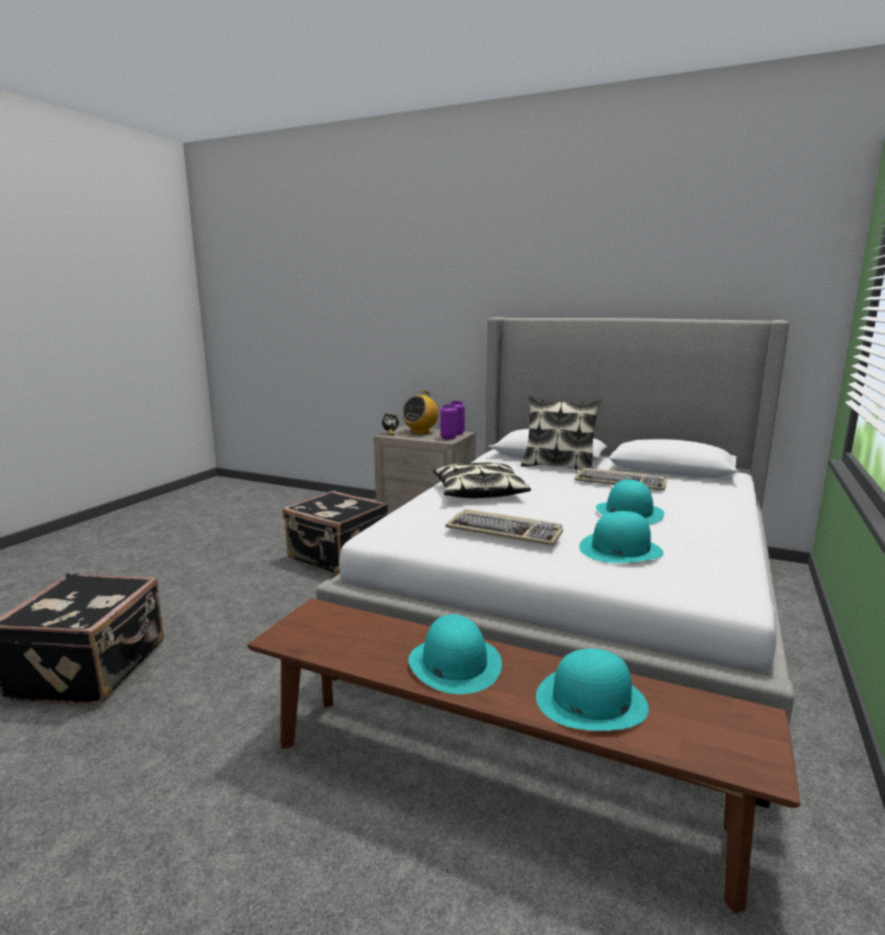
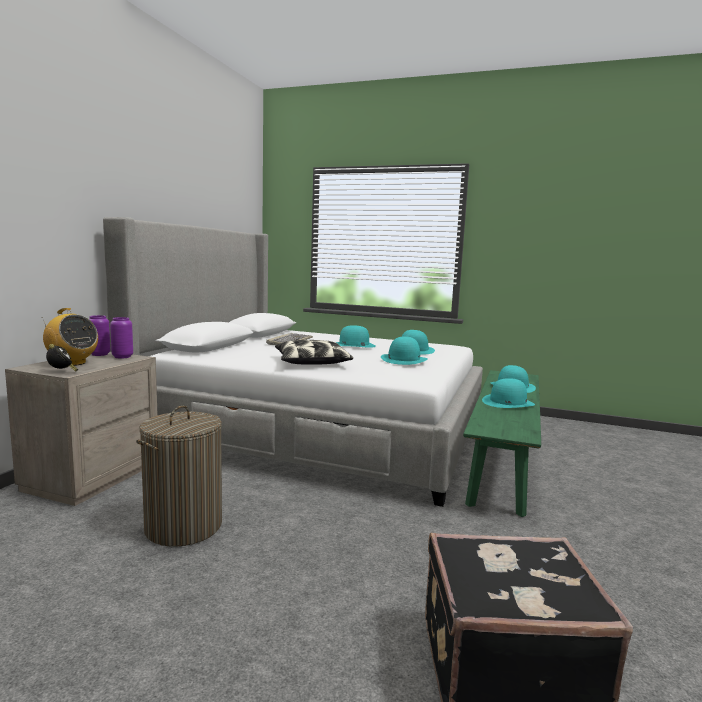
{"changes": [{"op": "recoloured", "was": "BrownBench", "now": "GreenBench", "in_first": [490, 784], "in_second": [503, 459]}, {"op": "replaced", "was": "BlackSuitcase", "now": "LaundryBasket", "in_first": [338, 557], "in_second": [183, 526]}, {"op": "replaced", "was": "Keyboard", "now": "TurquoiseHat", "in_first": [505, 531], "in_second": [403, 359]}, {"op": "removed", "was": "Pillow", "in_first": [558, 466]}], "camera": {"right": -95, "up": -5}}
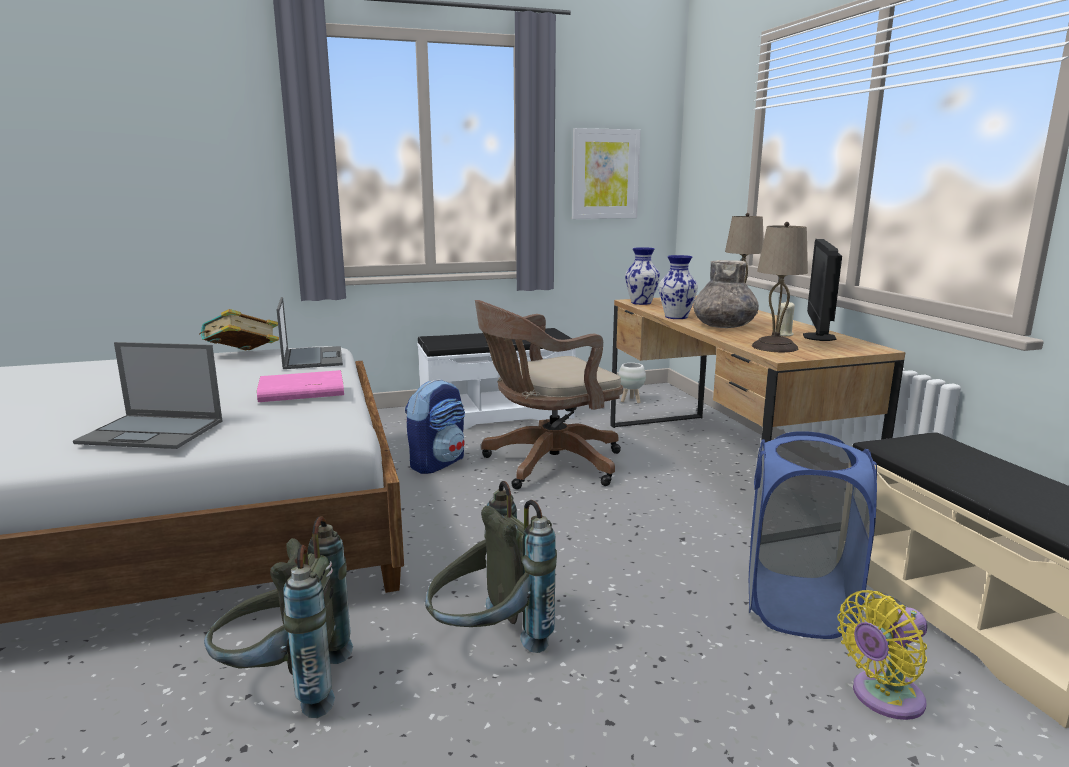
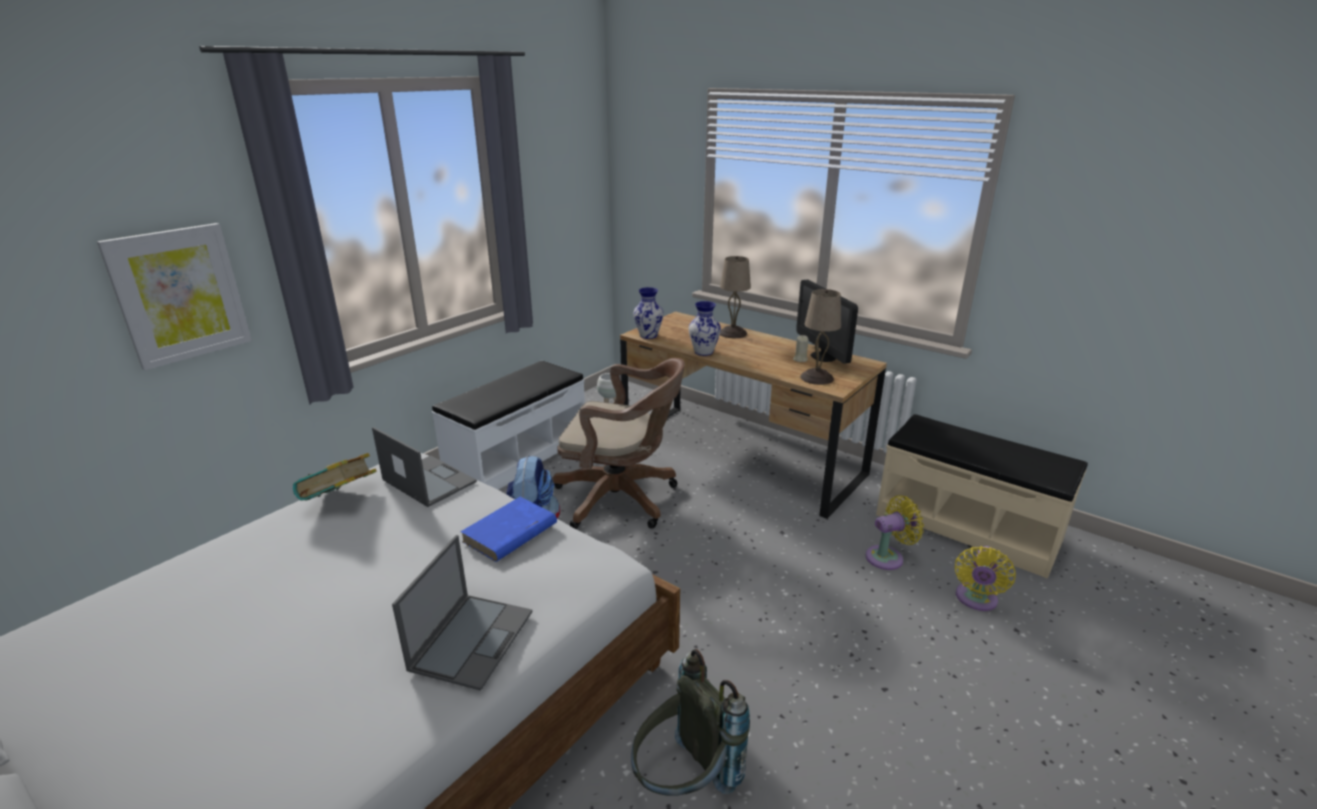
{"changes": [{"op": "turned", "was": "Laptop", "in_first": [153, 432], "in_second": [472, 639], "clockwise": -45}, {"op": "recoloured", "was": "PinkBook", "now": "BlueBook", "in_first": [301, 392], "in_second": [509, 533]}, {"op": "removed", "was": "GreyBackpack", "in_first": [489, 643]}, {"op": "turned", "was": "BrownOfficeChair", "in_first": [546, 465], "in_second": [622, 499], "clockwise": -105}, {"op": "moved", "was": "Picture", "in_first": [605, 174], "in_second": [180, 295]}, {"op": "removed", "was": "GreyVase", "in_first": [724, 326]}, {"op": "replaced", "was": "BlueLaundryBasket", "now": "YellowFan", "in_first": [797, 605], "in_second": [888, 557]}], "camera": {"right": -35, "up": 10}}
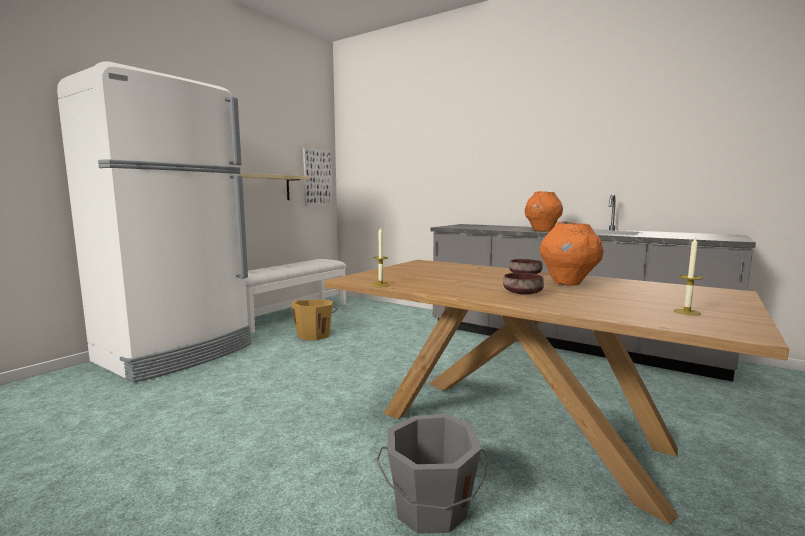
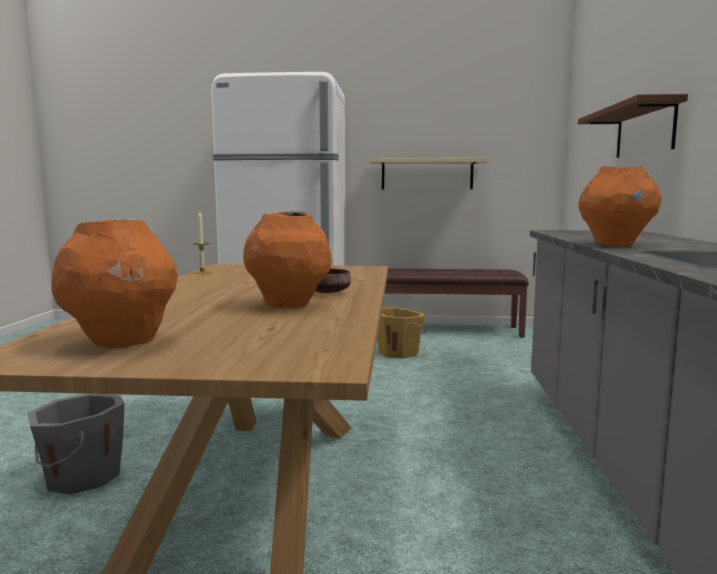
{"changes": [{"op": "recoloured", "was": "WhiteBench", "now": "BrownBench", "in_first": [291, 314], "in_second": [443, 330]}, {"op": "removed", "was": "Picture", "in_first": [317, 177]}, {"op": "removed", "was": "BrownBowl", "in_first": [523, 294]}, {"op": "replaced", "was": "Candle", "now": "OrangeVase", "in_first": [687, 312], "in_second": [121, 343]}, {"op": "added", "now": "BrownShelf", "in_second": [644, 131]}], "camera": {"right": 60, "up": 0}}
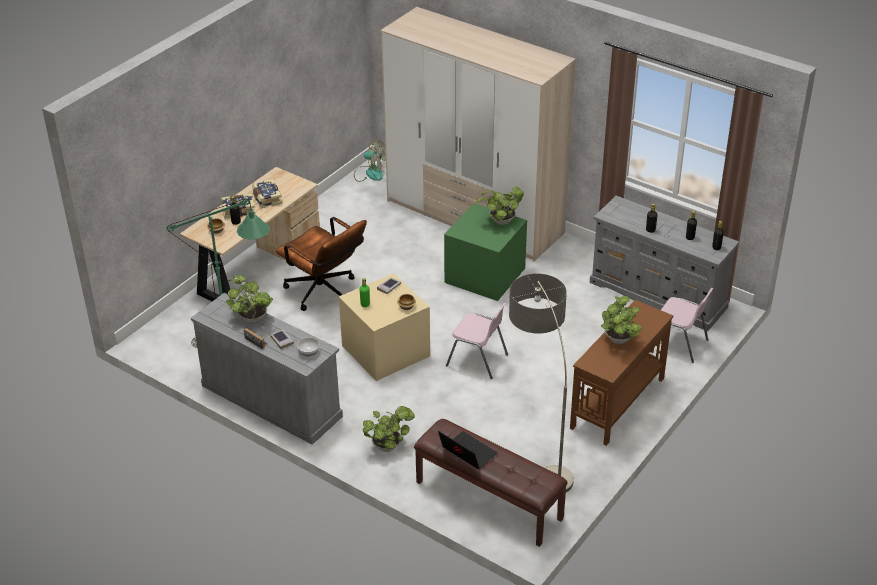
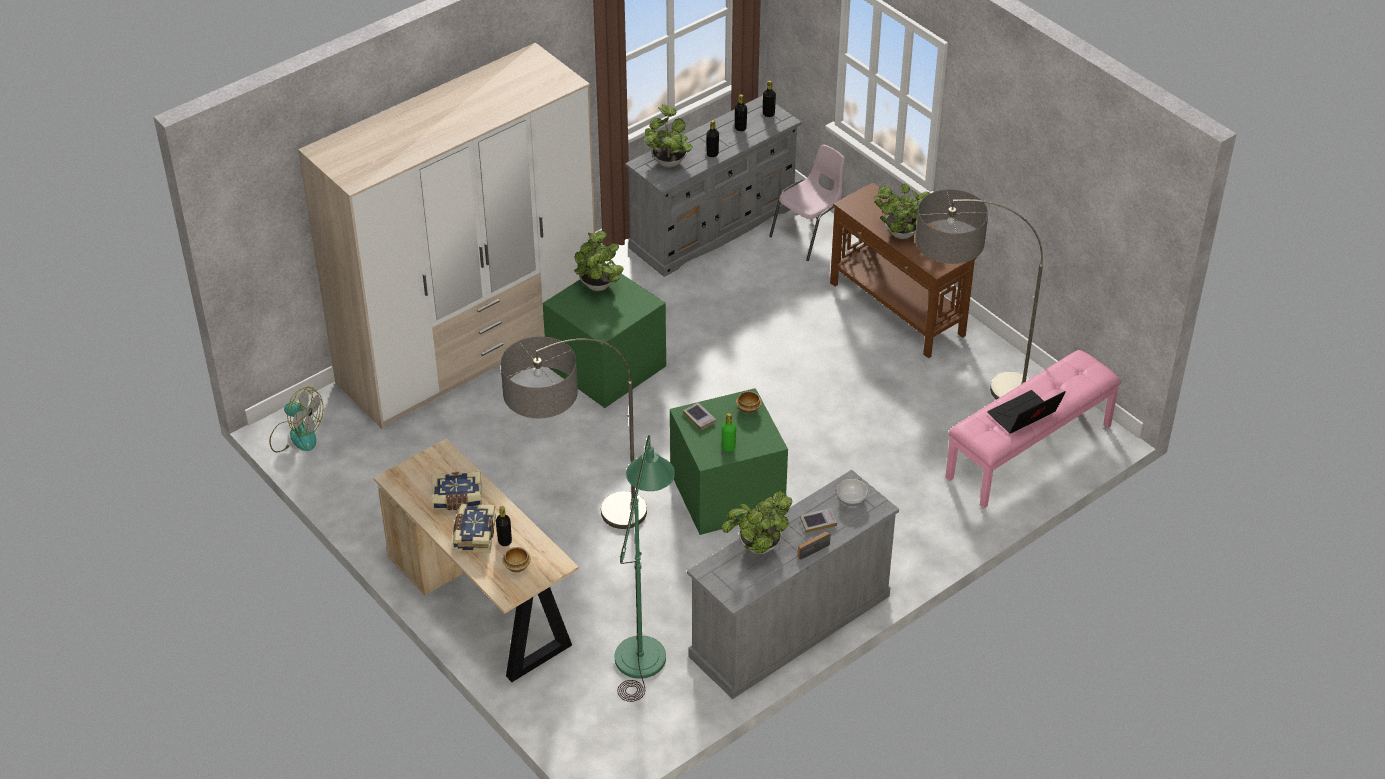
{"changes": [{"op": "replaced", "was": "BrownOfficeChair", "now": "FloorLamp", "in_first": [325, 293], "in_second": [575, 534]}, {"op": "recoloured", "was": "BeigeStorageBox", "now": "GreenStorageBox", "in_first": [387, 351], "in_second": [728, 491]}, {"op": "turned", "was": "Fan", "in_first": [370, 173], "in_second": [296, 435], "clockwise": 75}, {"op": "moved", "was": "PottedPlant", "in_first": [389, 445], "in_second": [668, 160]}, {"op": "recoloured", "was": "BrownBench", "now": "PinkBench", "in_first": [488, 500], "in_second": [1029, 452]}, {"op": "removed", "was": "PinkChair", "in_first": [478, 360]}], "camera": {"right": -75, "up": 5}}
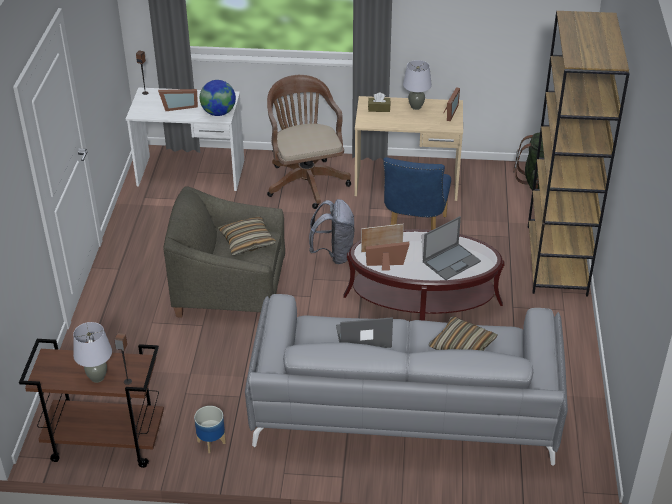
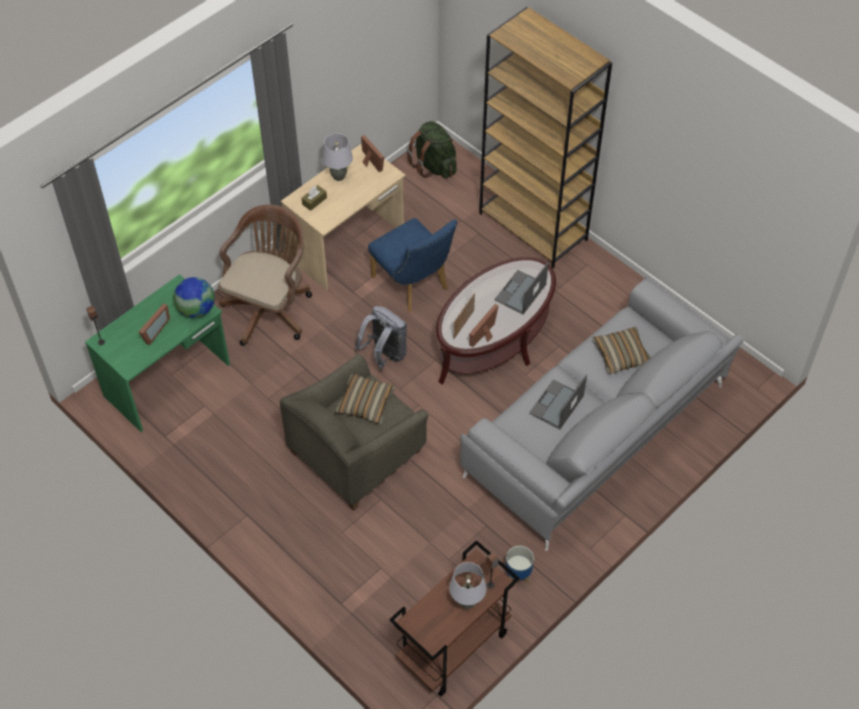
{"changes": [{"op": "recoloured", "was": "WhiteDesk", "now": "GreenDesk", "in_first": [191, 174], "in_second": [168, 381]}, {"op": "turned", "was": "BrownOfficeChair", "in_first": [305, 181], "in_second": [270, 308], "clockwise": 90}, {"op": "turned", "was": "Laptop", "in_first": [452, 261], "in_second": [520, 293], "clockwise": -150}], "camera": {"right": -50, "up": 15}}
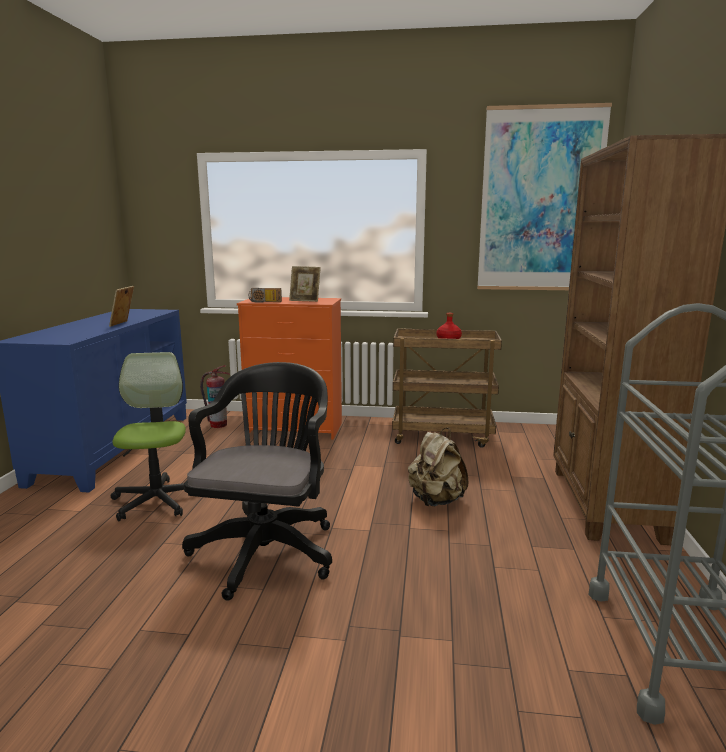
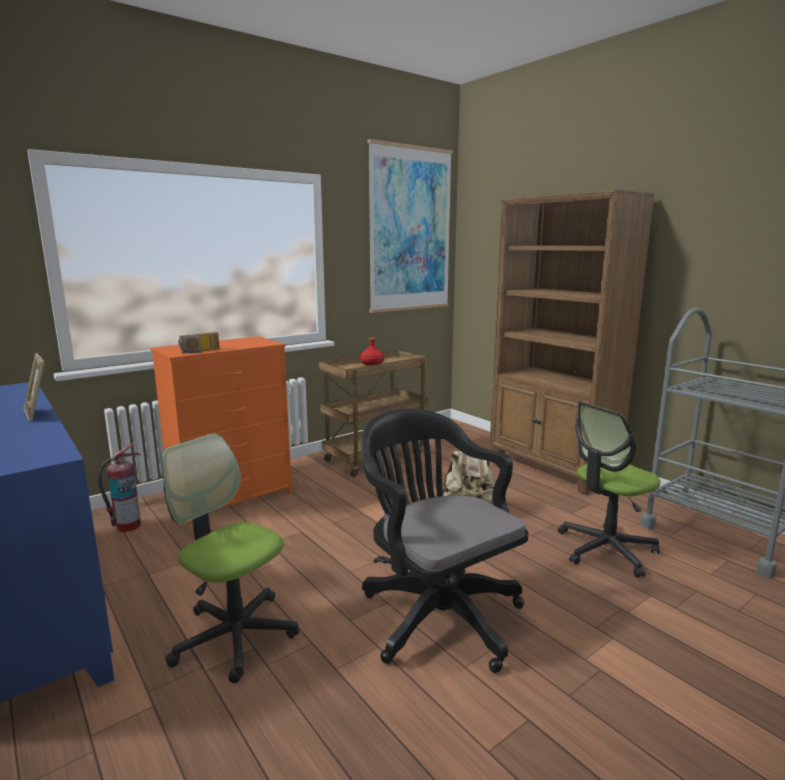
{"changes": [{"op": "removed", "was": "PictureFrame", "in_first": [305, 300]}, {"op": "added", "now": "OfficeChair", "in_second": [606, 549]}], "camera": {"right": -45, "up": 0}}
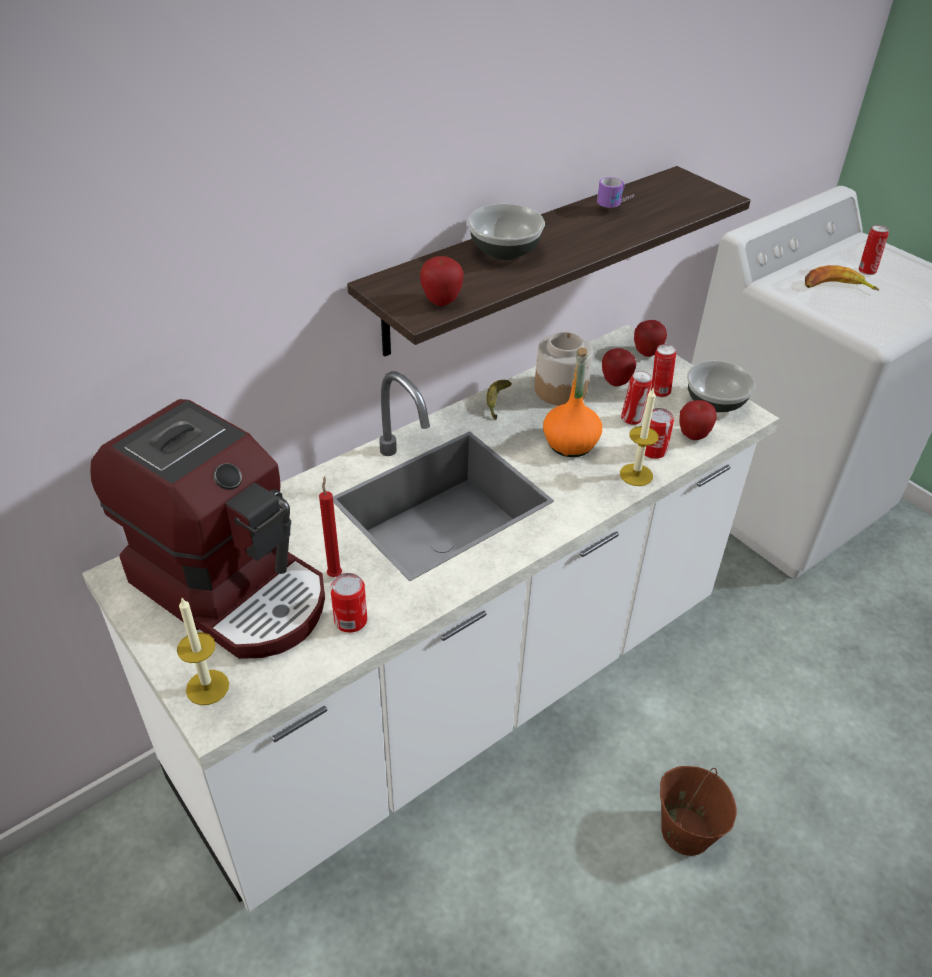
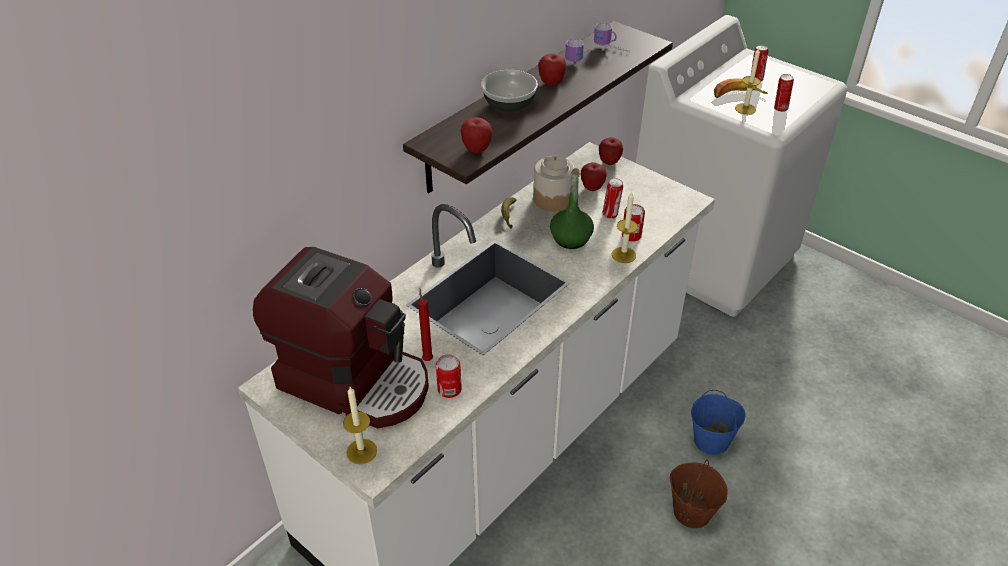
{"changes": [{"op": "recoloured", "was": "OrangeBottle", "now": "GreenBottle", "in_first": [570, 444], "in_second": [571, 239]}, {"op": "moved", "was": "Can", "in_first": [659, 392], "in_second": [780, 109]}, {"op": "moved", "was": "Apple", "in_first": [693, 435], "in_second": [551, 83]}, {"op": "removed", "was": "Bowl", "in_first": [715, 403]}, {"op": "added", "now": "Mug", "in_second": [611, 49]}, {"op": "added", "now": "BlueBucket", "in_second": [711, 440]}, {"op": "added", "now": "Candle", "in_second": [745, 109]}], "camera": {"right": -10, "up": 0}}
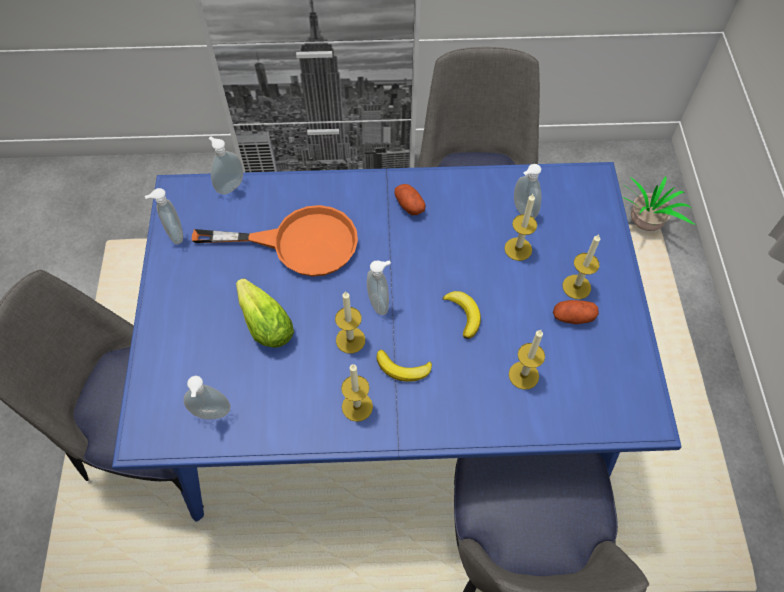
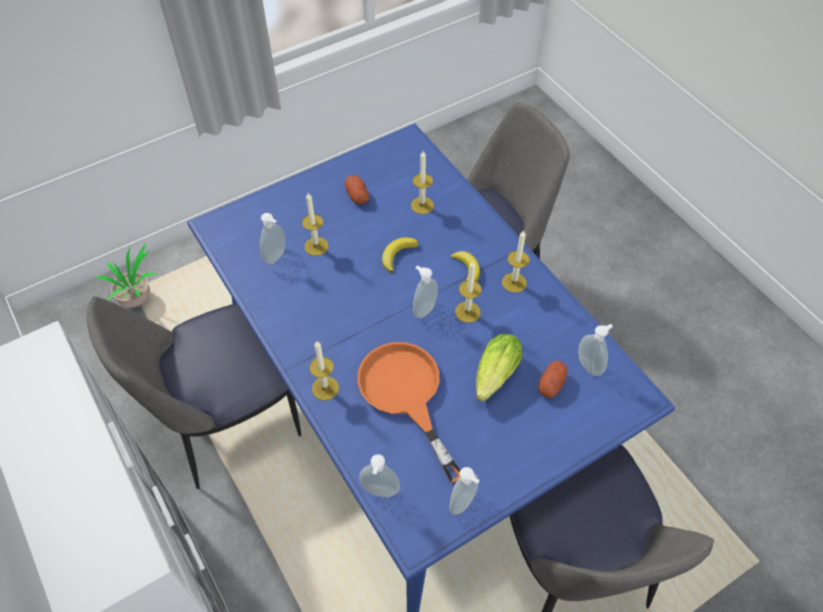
{"changes": [{"op": "moved", "was": "Potato", "in_first": [409, 205], "in_second": [551, 384]}, {"op": "moved", "was": "Candle", "in_first": [576, 287], "in_second": [325, 388]}], "camera": {"right": -120, "up": -5}}
